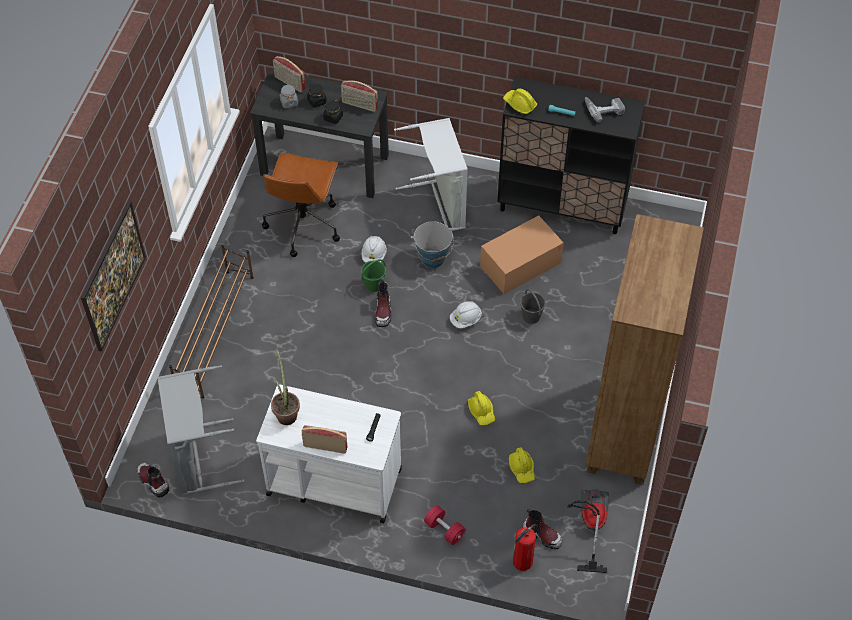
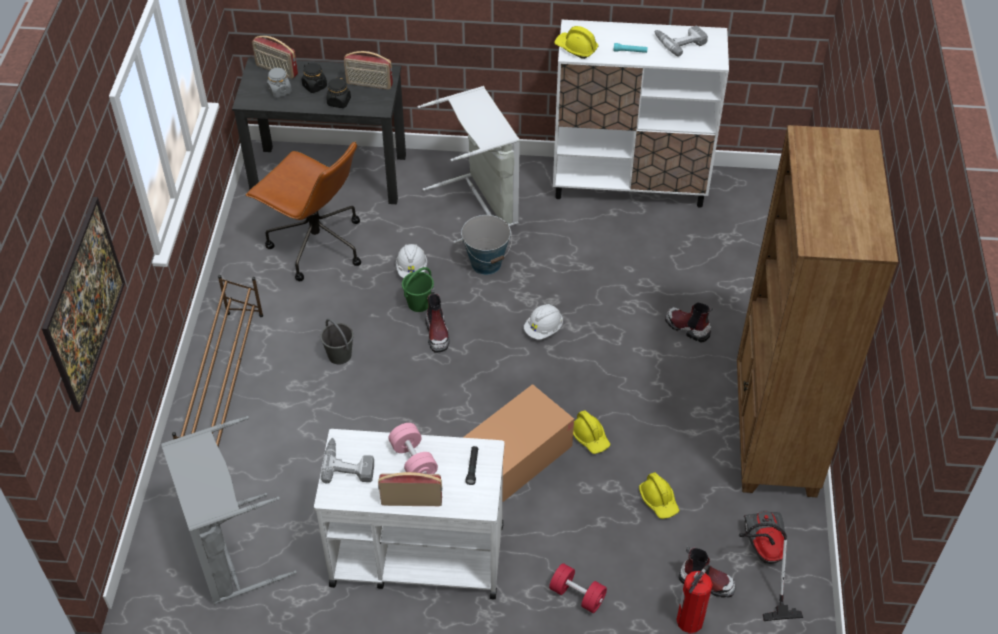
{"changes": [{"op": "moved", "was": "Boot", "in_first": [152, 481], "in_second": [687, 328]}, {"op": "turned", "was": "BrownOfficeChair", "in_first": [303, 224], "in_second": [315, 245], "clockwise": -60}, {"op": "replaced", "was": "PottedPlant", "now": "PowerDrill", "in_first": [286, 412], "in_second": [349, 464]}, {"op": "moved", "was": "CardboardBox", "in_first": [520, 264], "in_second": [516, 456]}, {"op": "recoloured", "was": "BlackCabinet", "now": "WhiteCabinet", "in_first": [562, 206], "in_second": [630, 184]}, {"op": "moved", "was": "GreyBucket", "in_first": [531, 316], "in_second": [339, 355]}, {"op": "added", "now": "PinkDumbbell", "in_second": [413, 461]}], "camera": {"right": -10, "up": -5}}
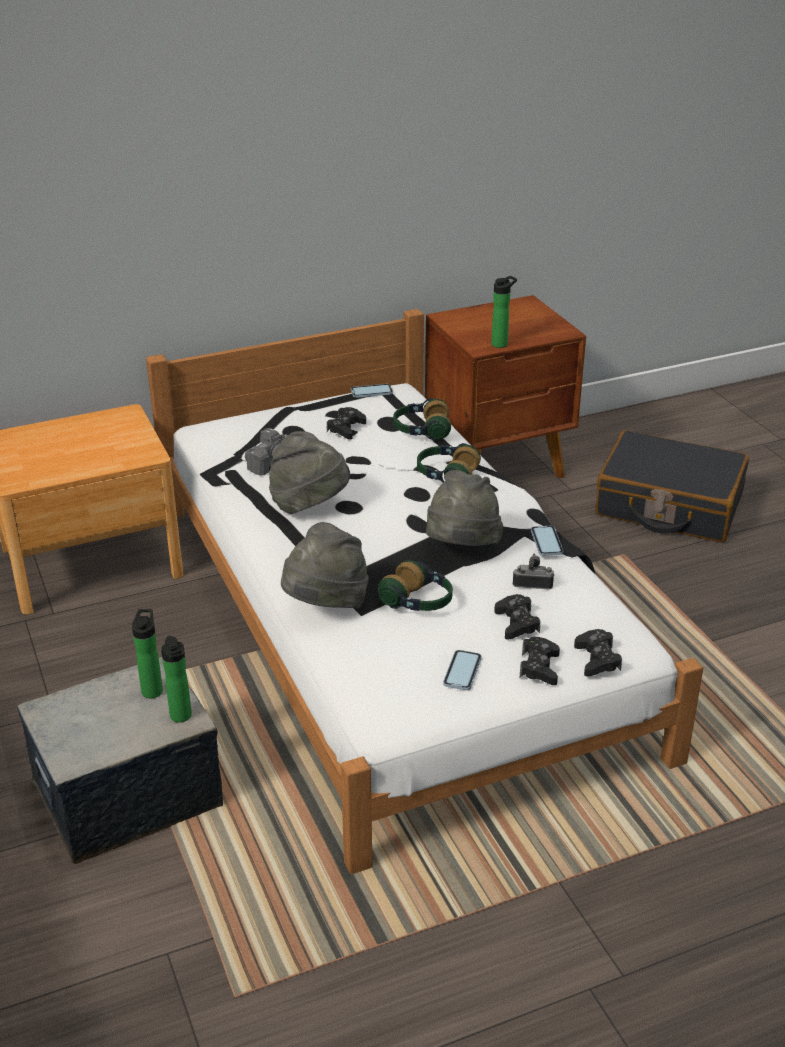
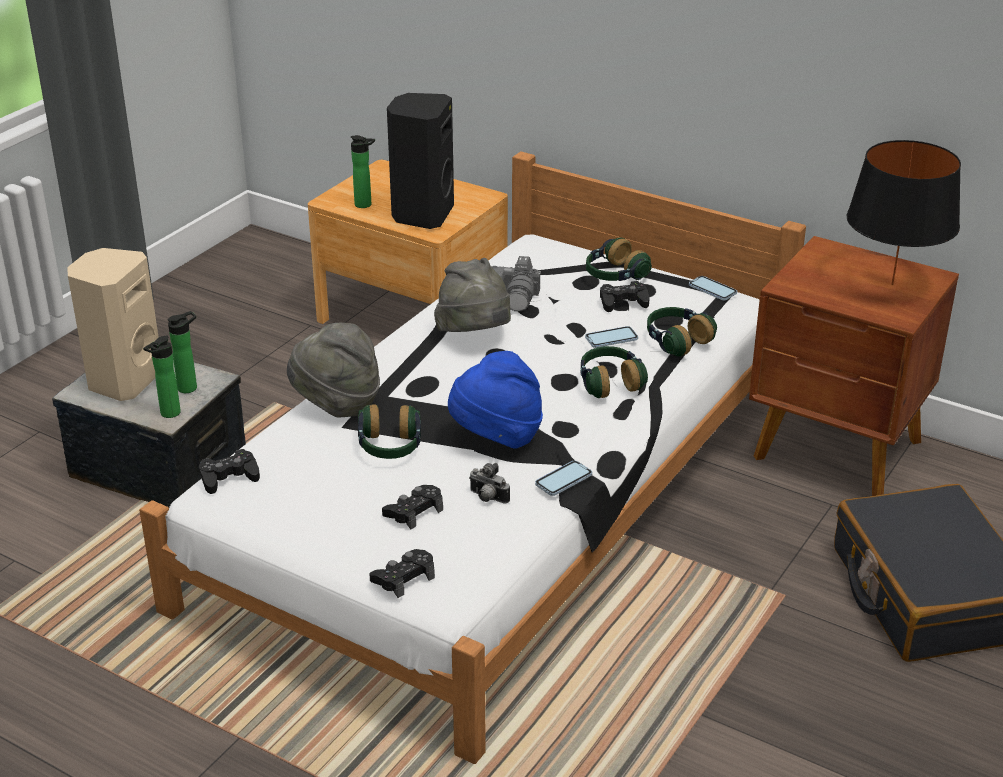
{"changes": [{"op": "recoloured", "was": "GreyHat", "now": "BlueHat", "in_first": [461, 549], "in_second": [496, 437]}, {"op": "moved", "was": "Phone", "in_first": [462, 671], "in_second": [611, 338]}, {"op": "moved", "was": "Bottle", "in_first": [501, 344], "in_second": [365, 205]}, {"op": "turned", "was": "PhotoCamera", "in_first": [532, 584], "in_second": [487, 498], "clockwise": 150}, {"op": "moved", "was": "BlackGameController", "in_first": [539, 667], "in_second": [229, 477]}, {"op": "added", "now": "BeigeSpeaker", "in_second": [123, 381]}, {"op": "added", "now": "BlackSpeaker", "in_second": [421, 215]}, {"op": "added", "now": "Headphones", "in_second": [614, 276]}, {"op": "added", "now": "BlackTableLamp", "in_second": [891, 284]}], "camera": {"right": 55, "up": 0}}
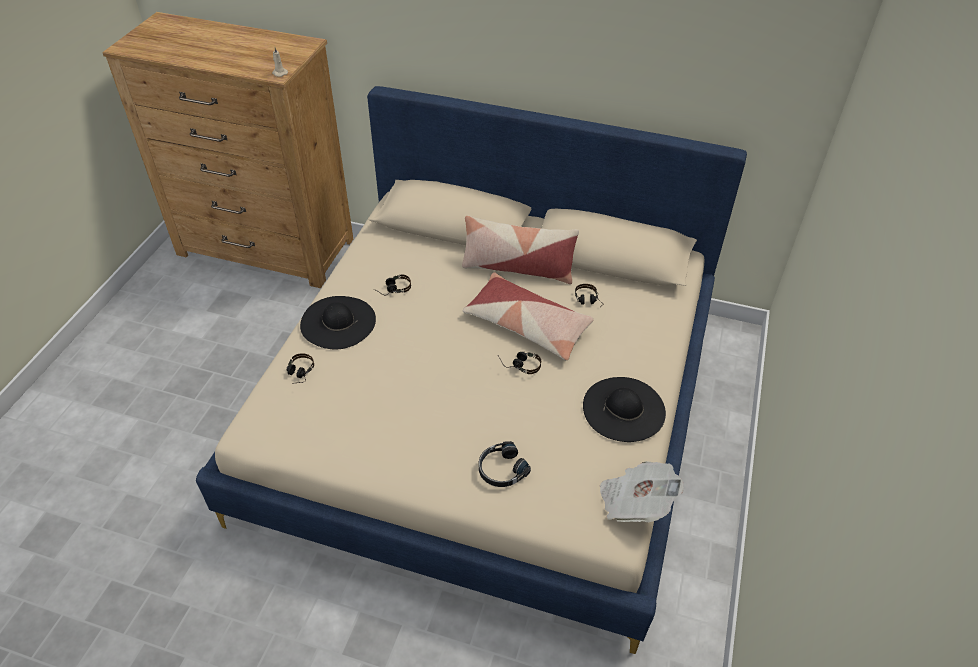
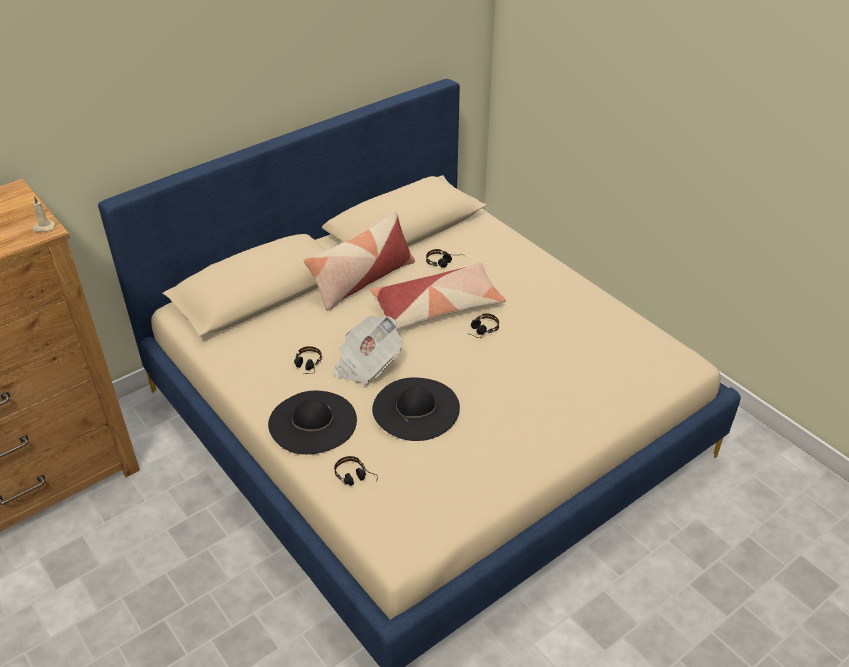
{"changes": [{"op": "removed", "was": "BlackHeadphones", "in_first": [501, 470]}, {"op": "moved", "was": "BlackHat", "in_first": [624, 409], "in_second": [416, 408]}, {"op": "moved", "was": "Newspaper", "in_first": [635, 502], "in_second": [366, 364]}], "camera": {"right": -55, "up": -5}}
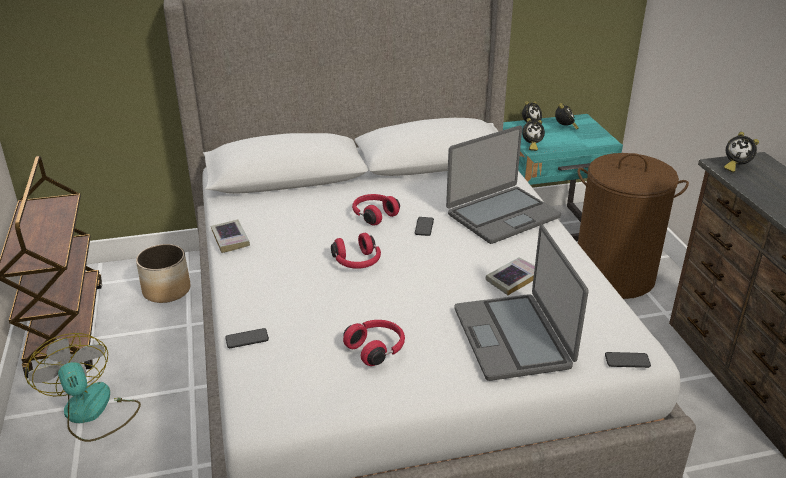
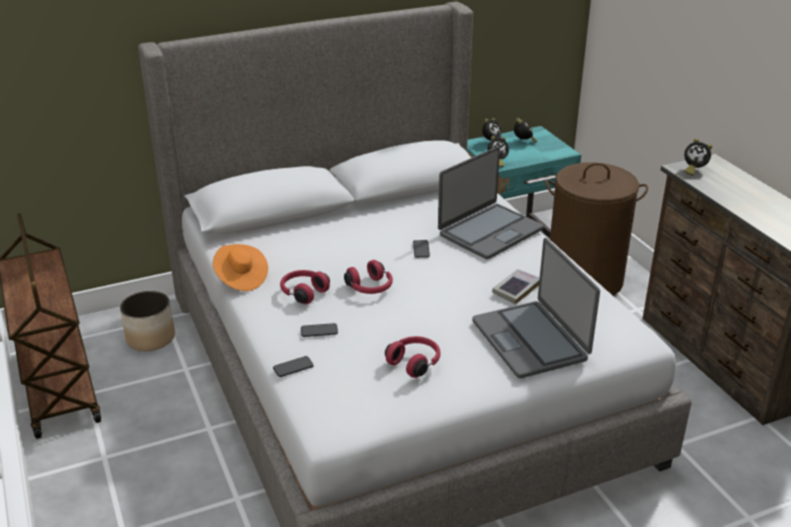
{"changes": [{"op": "removed", "was": "Fan", "in_first": [92, 412]}, {"op": "replaced", "was": "Book", "now": "OrangeHat", "in_first": [230, 239], "in_second": [241, 278]}, {"op": "moved", "was": "RedHeadphones", "in_first": [374, 215], "in_second": [303, 293]}, {"op": "moved", "was": "Phone", "in_first": [627, 361], "in_second": [319, 331]}], "camera": {"right": -10, "up": 0}}
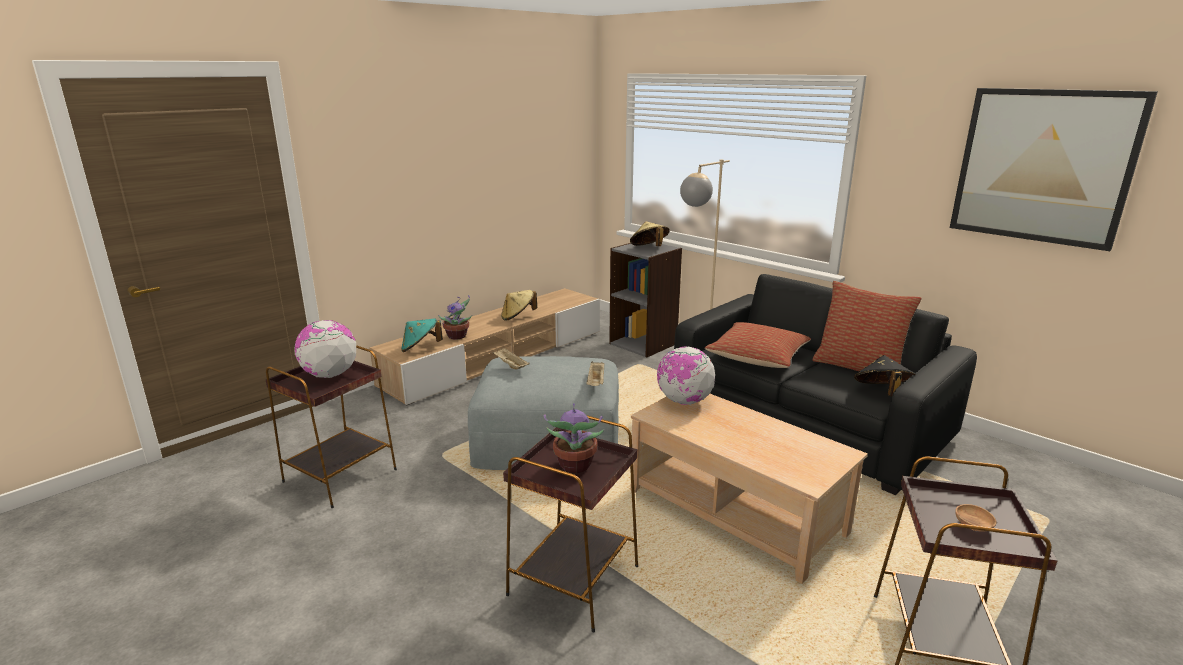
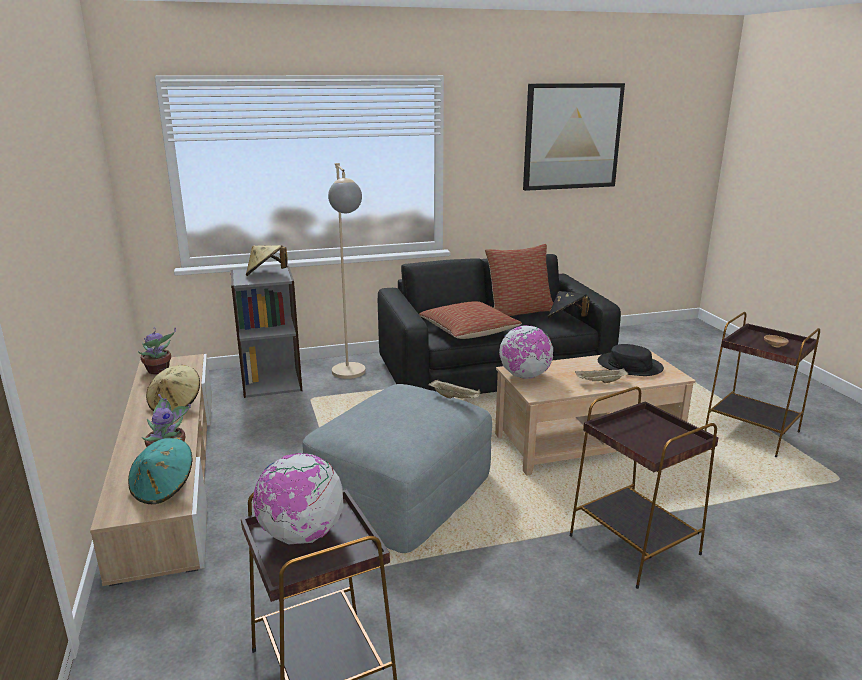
{"changes": [{"op": "moved", "was": "BeigeTray", "in_first": [510, 365], "in_second": [600, 382]}, {"op": "moved", "was": "PottedPlant", "in_first": [574, 466], "in_second": [159, 371]}, {"op": "added", "now": "BlackHat", "in_second": [629, 365]}], "camera": {"right": -60, "up": 0}}
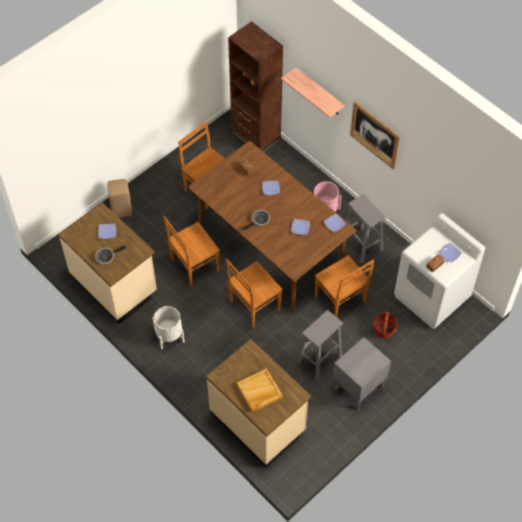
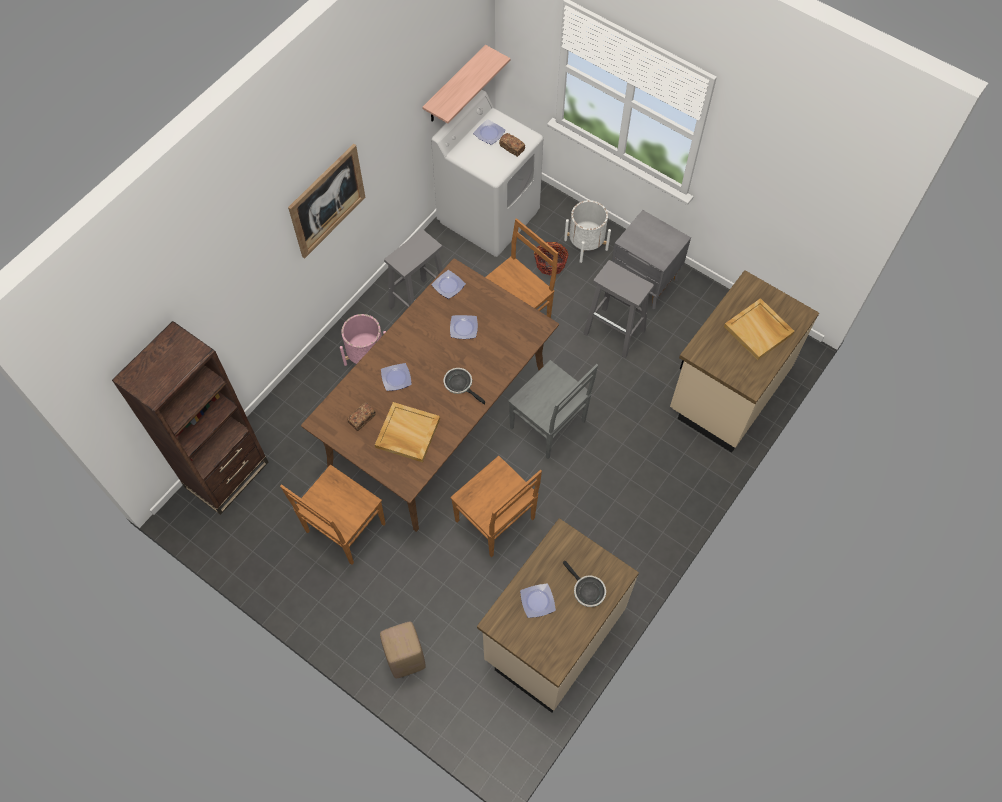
{"changes": [{"op": "moved", "was": "WhitePlanter", "in_first": [169, 335], "in_second": [586, 244]}, {"op": "recoloured", "was": "BrownChair", "now": "GreyChair", "in_first": [253, 306], "in_second": [549, 426]}, {"op": "moved", "was": "Shelf", "in_first": [319, 92], "in_second": [454, 86]}, {"op": "added", "now": "BeigeTray", "in_second": [407, 433]}], "camera": {"right": -100, "up": 5}}
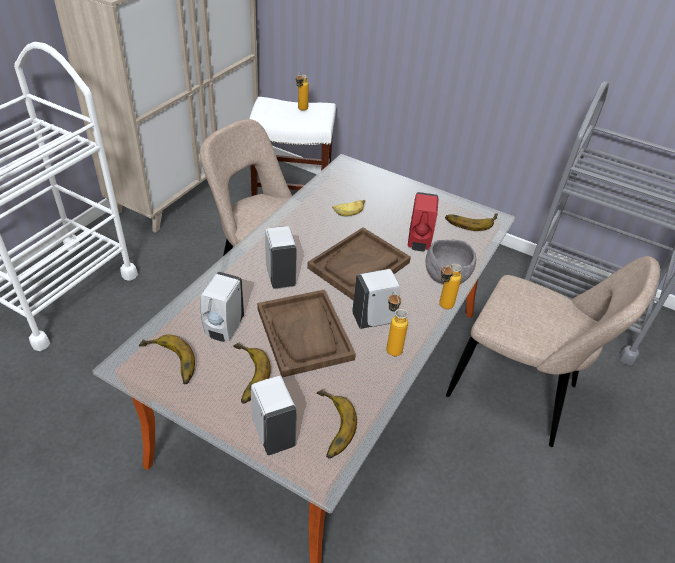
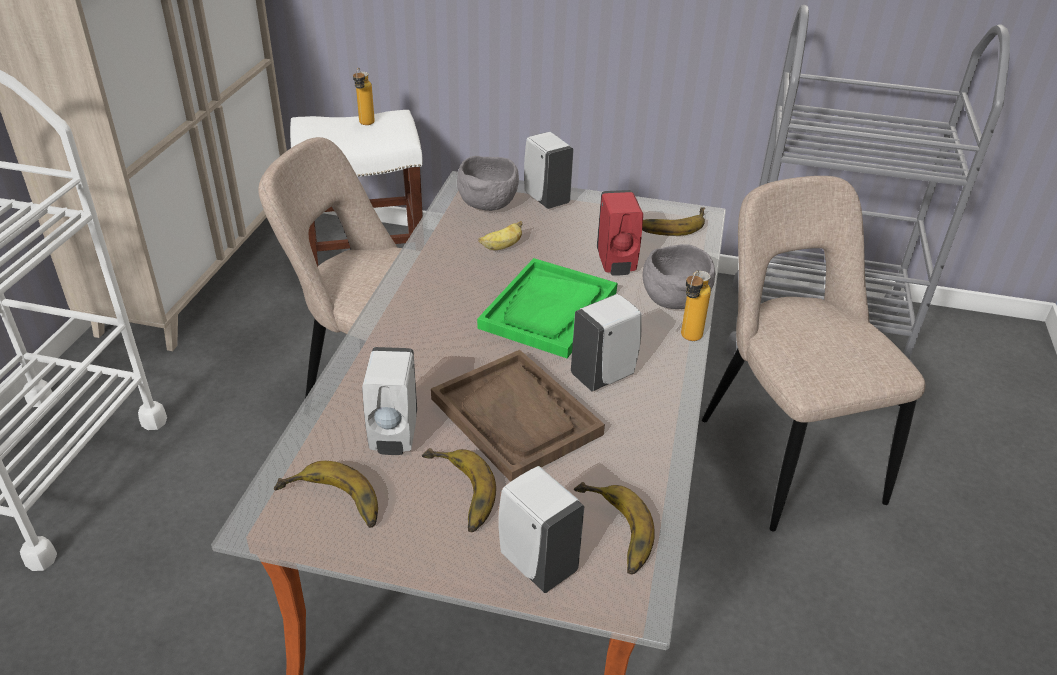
{"changes": [{"op": "moved", "was": "WhiteSoapDispenser", "in_first": [280, 276], "in_second": [545, 199]}, {"op": "recoloured", "was": "BrownTray", "now": "GreenTray", "in_first": [359, 265], "in_second": [549, 310]}, {"op": "removed", "was": "Bottle", "in_first": [391, 345]}, {"op": "turned", "was": "BeigeChair", "in_first": [518, 394], "in_second": [784, 454], "clockwise": -120}, {"op": "added", "now": "GreyBowl", "in_second": [488, 204]}], "camera": {"right": -15, "up": -5}}
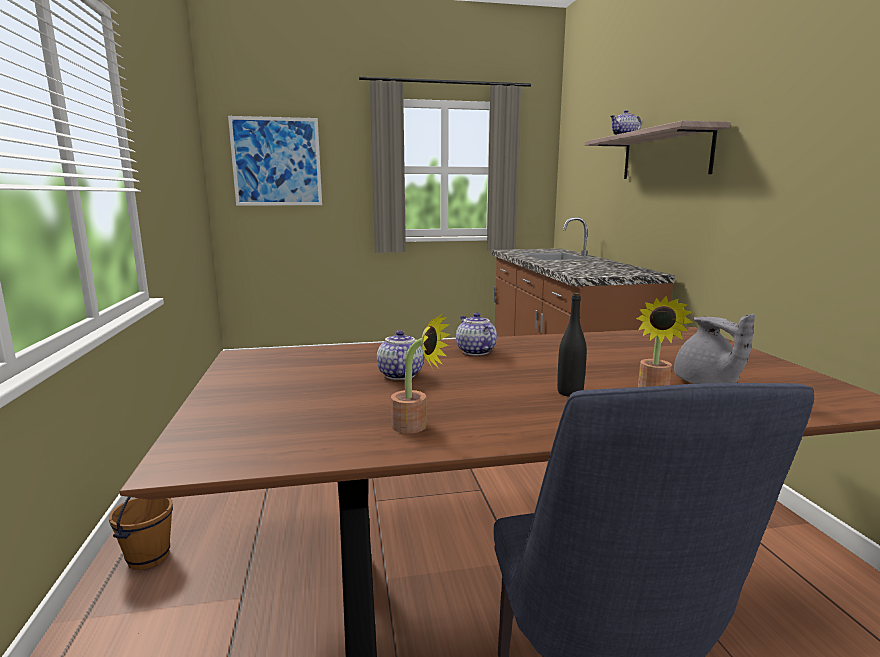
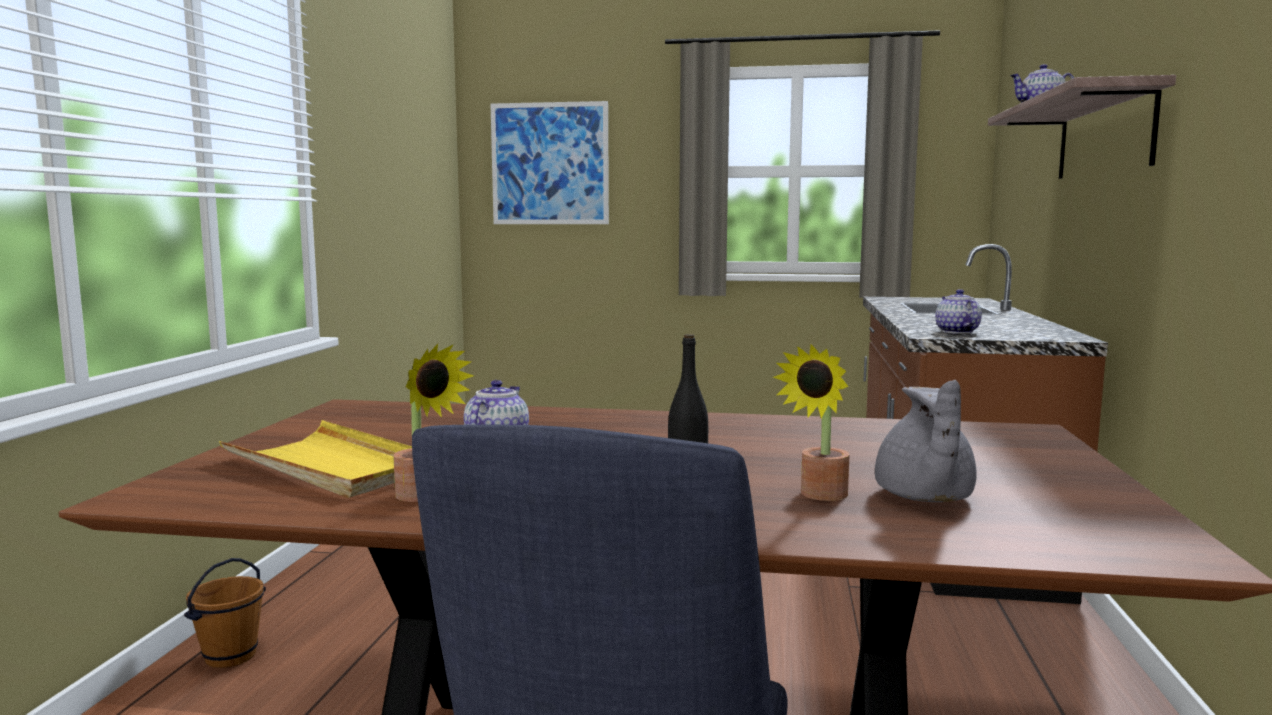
{"changes": [{"op": "moved", "was": "Teapot", "in_first": [474, 351], "in_second": [956, 332]}, {"op": "added", "now": "YellowTray", "in_second": [332, 466]}], "camera": {"right": 20, "up": -5}}
